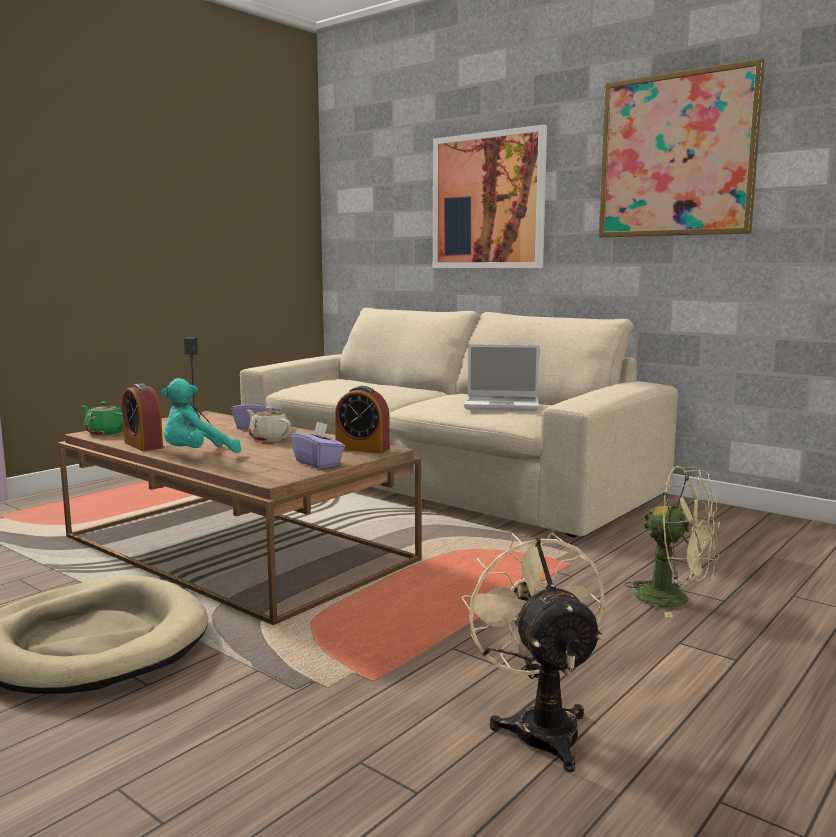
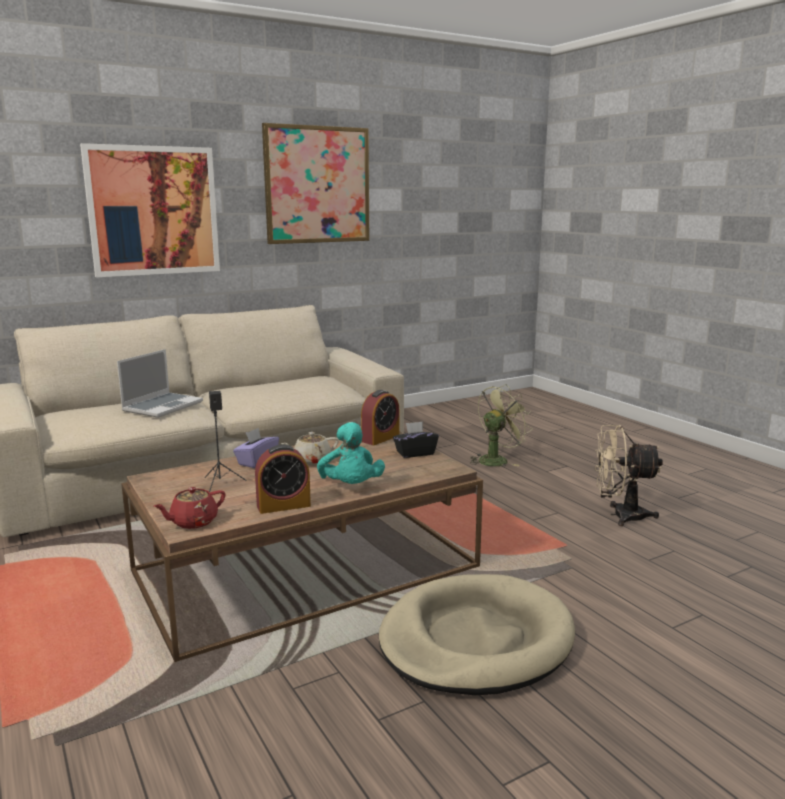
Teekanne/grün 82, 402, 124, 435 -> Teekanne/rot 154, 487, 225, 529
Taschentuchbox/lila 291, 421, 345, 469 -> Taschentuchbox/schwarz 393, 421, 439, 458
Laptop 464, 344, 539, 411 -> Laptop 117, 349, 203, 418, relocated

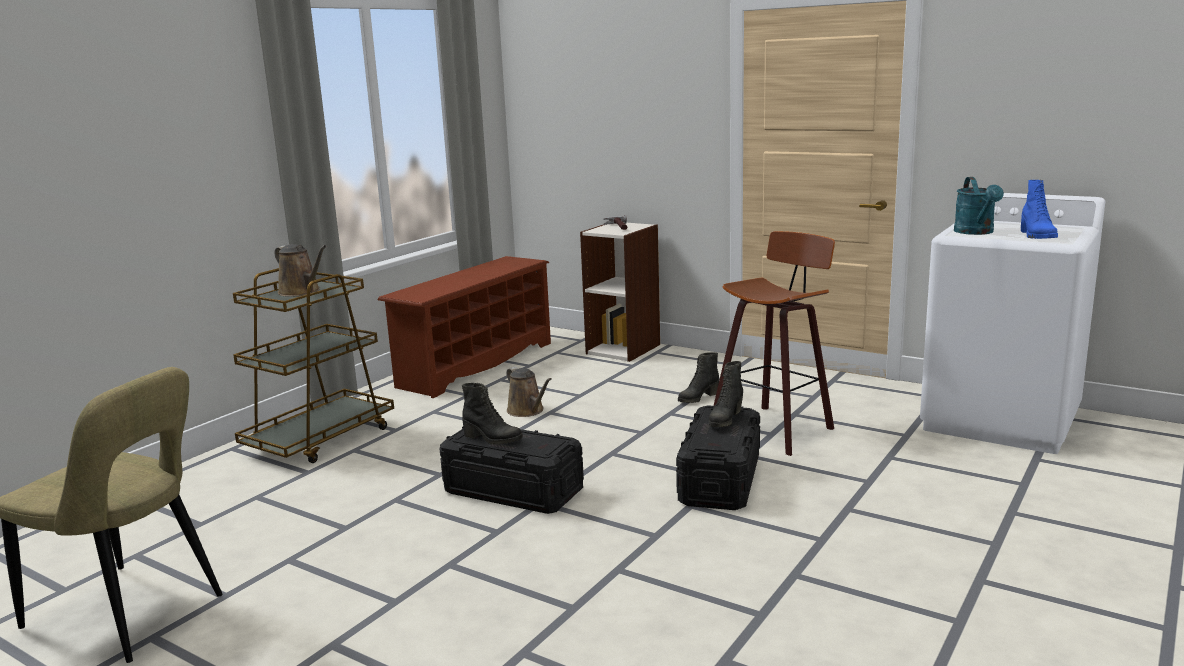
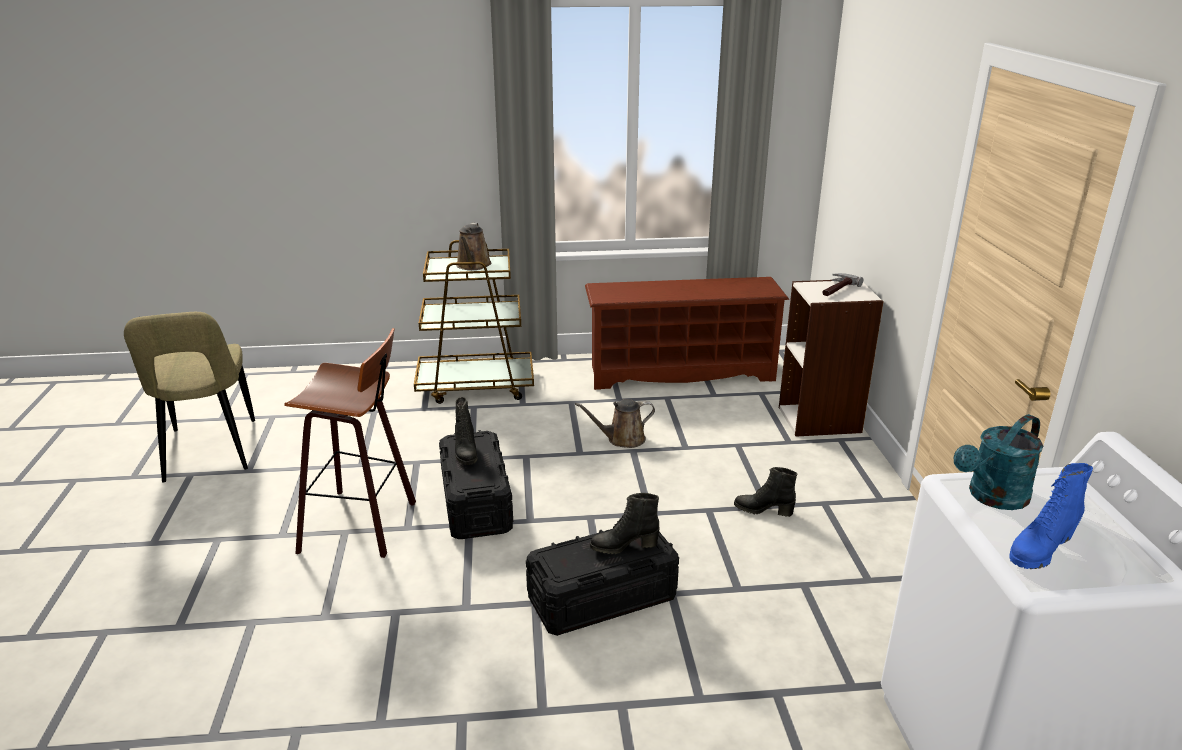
Gießkanne/braun 506, 367, 552, 417 -> Gießkanne/braun 575, 399, 655, 448, 60 degrees clockwise
Hocker 714, 231, 835, 456 -> Hocker 284, 328, 416, 558, relocated

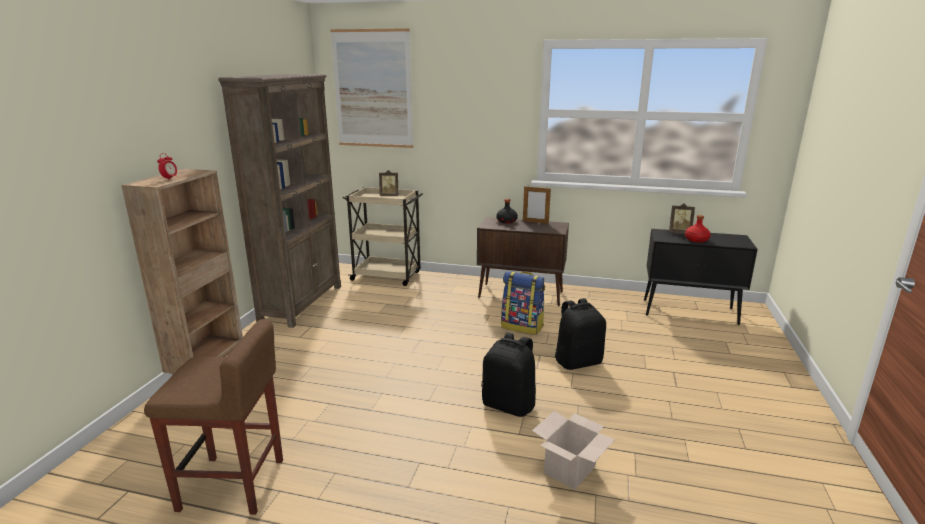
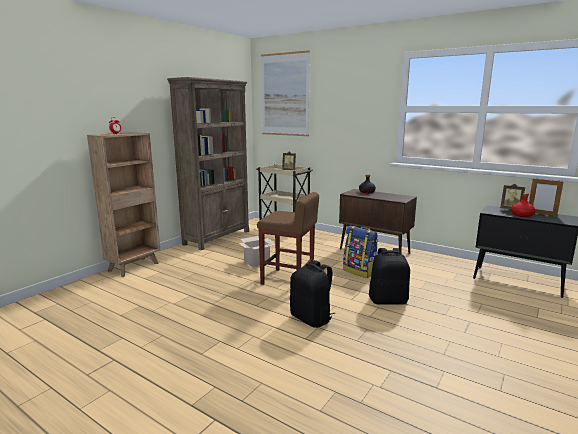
Hocker/braun 144, 319, 283, 515 -> Hocker/braun 257, 192, 319, 285, relocated
Bilderrahmen 523, 186, 551, 224 -> Bilderrahmen 529, 178, 563, 216, relocated
Karton 532, 411, 615, 490 -> Karton 239, 236, 275, 267, relocated

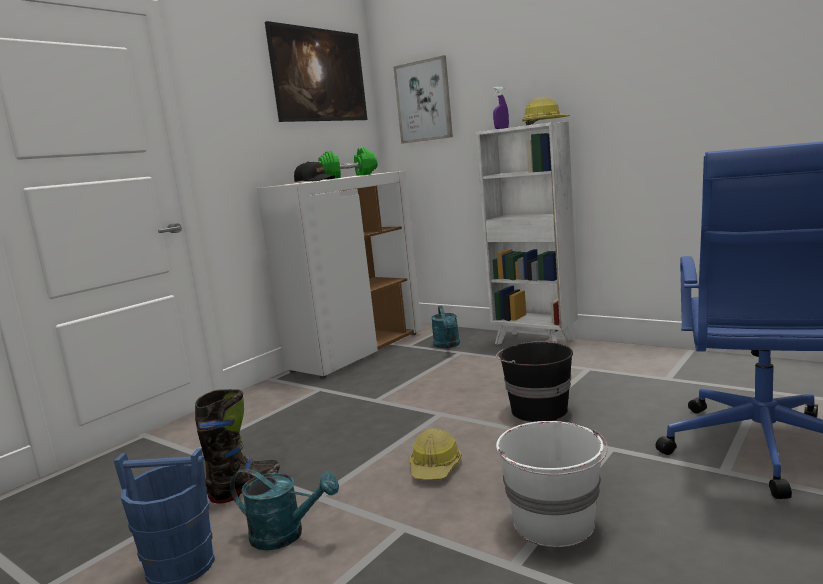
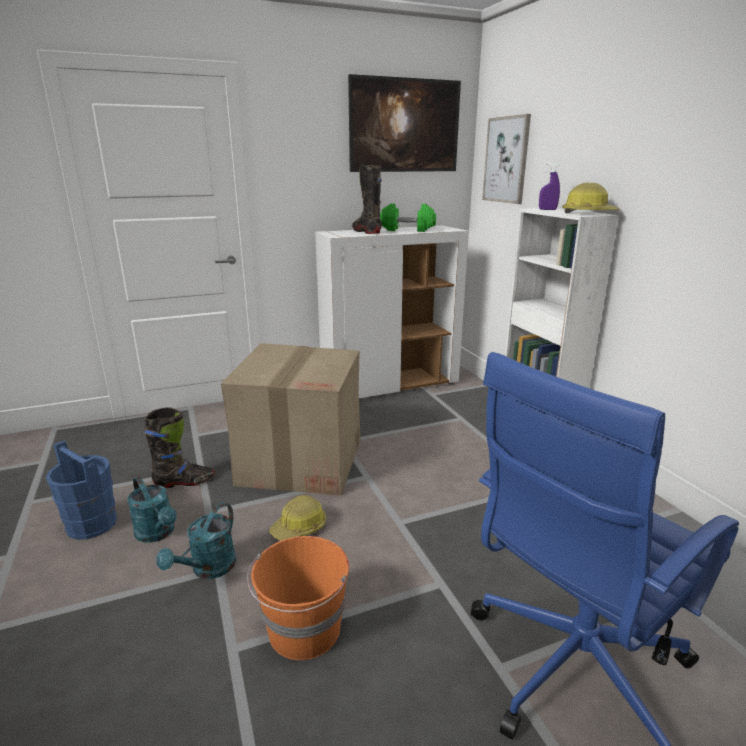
Kappe/schwarz 294, 161, 335, 182 -> Stiefel/schwarz 352, 165, 382, 234
Gießkanne/türkis 431, 306, 460, 348 -> Gießkanne/türkis 156, 503, 236, 579, relocated
Eimer/schwarz 496, 341, 573, 422 -> none
Eimer/weiß 496, 421, 608, 547 -> Eimer/orange 247, 536, 349, 660
none -> Karton 221, 343, 360, 496

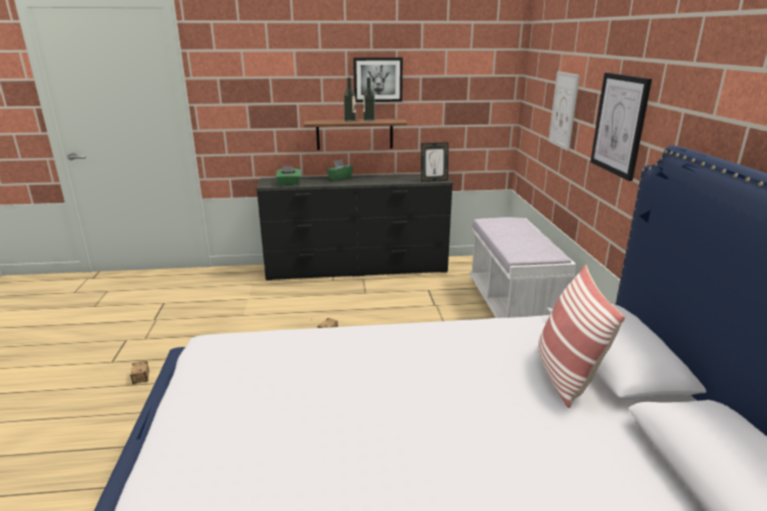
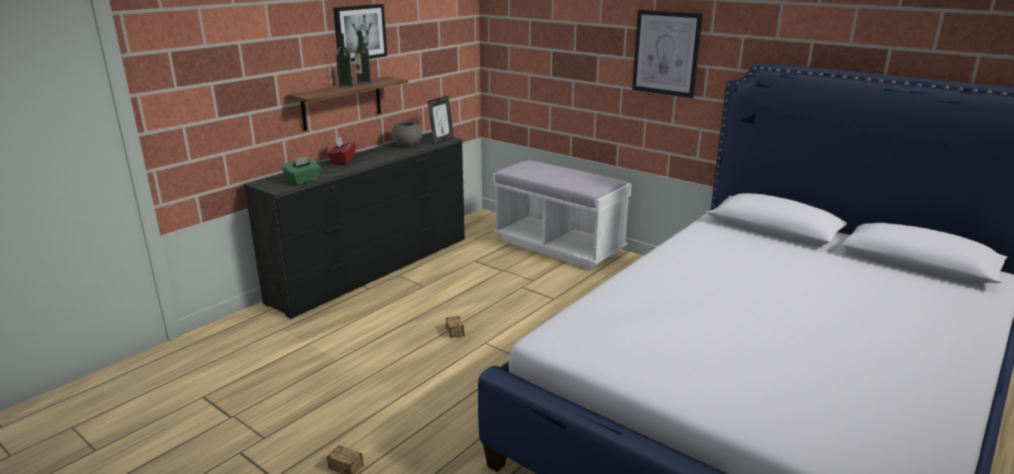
Taschentuchbox/grün 326, 159, 353, 181 -> Taschentuchbox/rot 328, 137, 356, 165
Kissen 538, 265, 625, 408 -> none
Bild 548, 71, 580, 151 -> none
none -> Schüssel/grau 392, 122, 422, 146

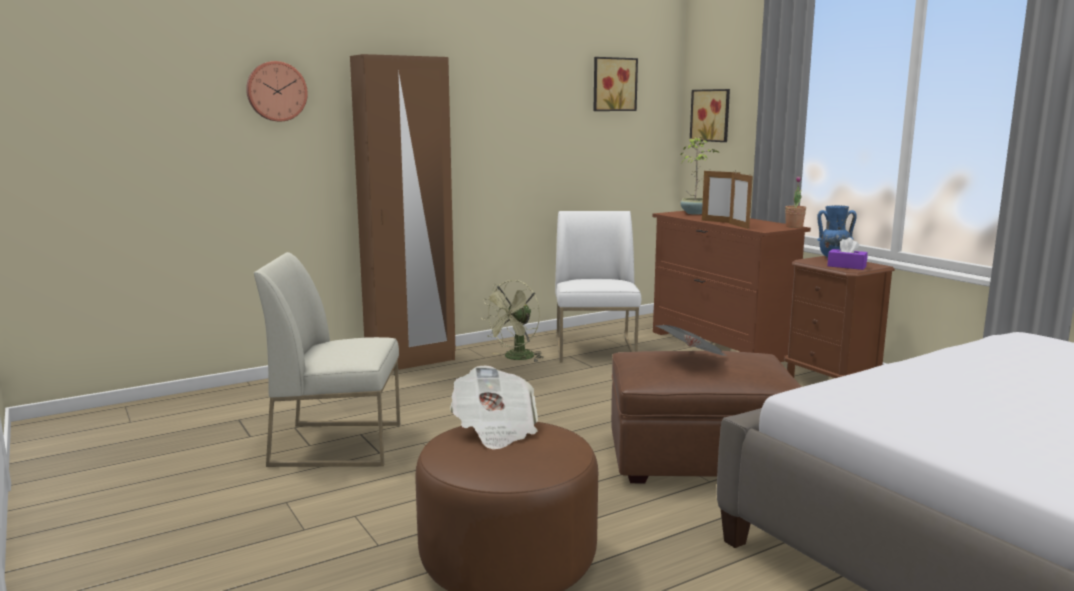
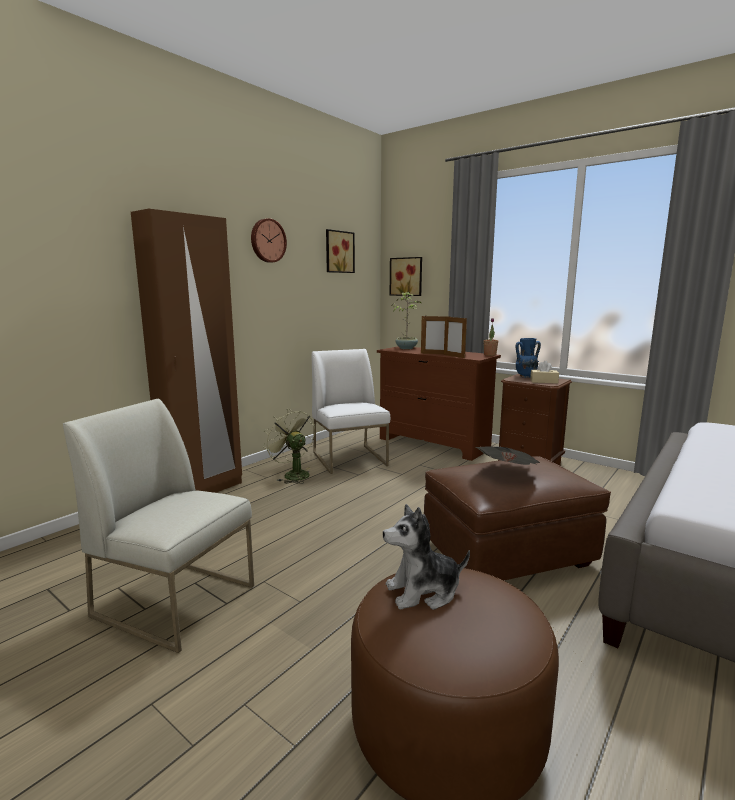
Wanduhr 246, 61, 308, 122 -> Wanduhr 251, 218, 287, 263, relocated
Stuhl/weiß 254, 252, 400, 467 -> Stuhl/weiß 63, 399, 254, 653, 45 degrees clockwise
Zeitung 450, 366, 538, 450 -> Plüschtier 383, 504, 470, 610
Ventilator/grün 482, 280, 544, 362 -> Ventilator/grün 263, 409, 315, 484, 120 degrees clockwise
Taschentuchbox/lila 827, 237, 868, 270 -> Taschentuchbox/beige 530, 361, 559, 384

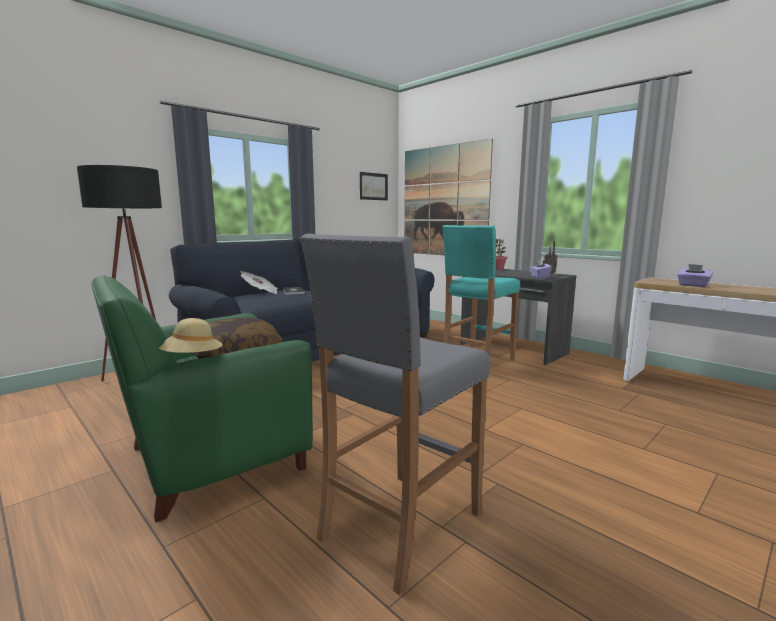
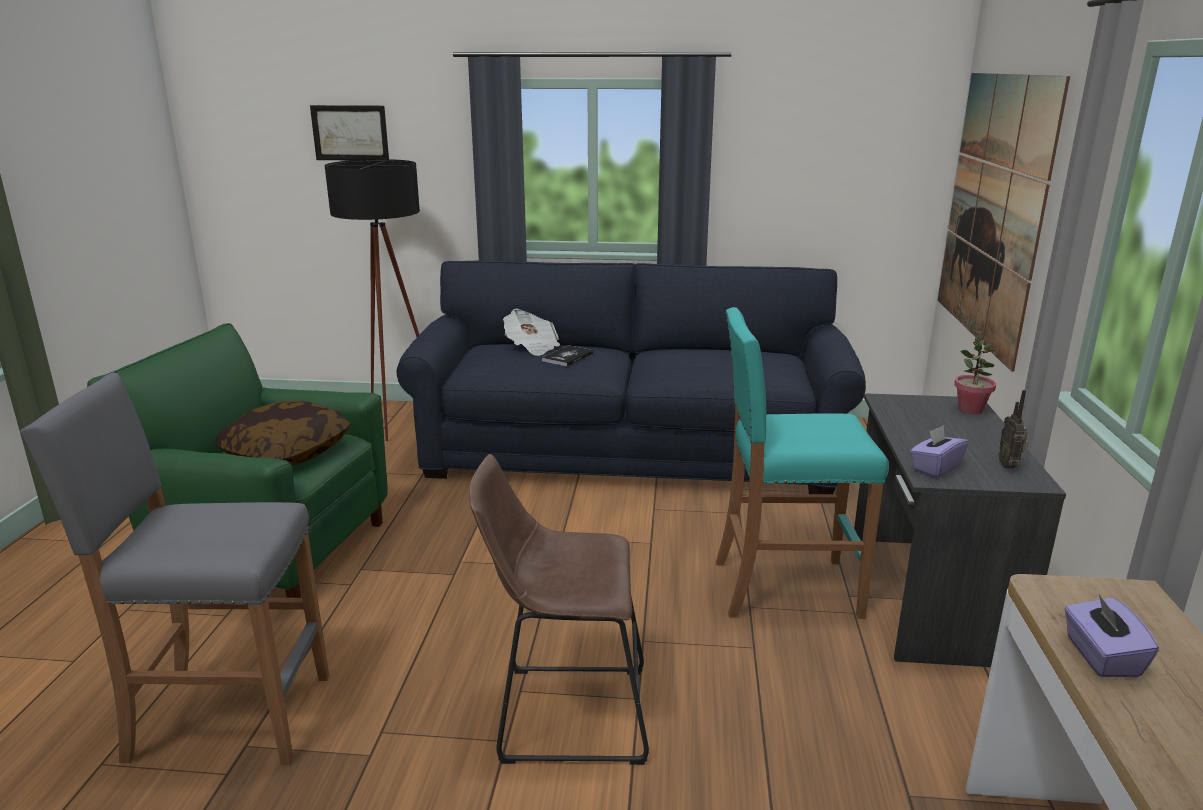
Hut/beige 159, 318, 223, 353 -> none
Bild 360, 172, 388, 200 -> Bild 310, 105, 389, 160, relocated
none -> Hocker/braun 469, 454, 649, 765

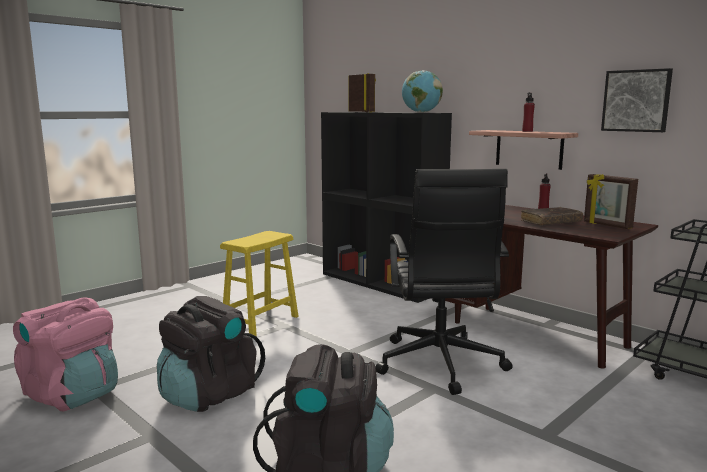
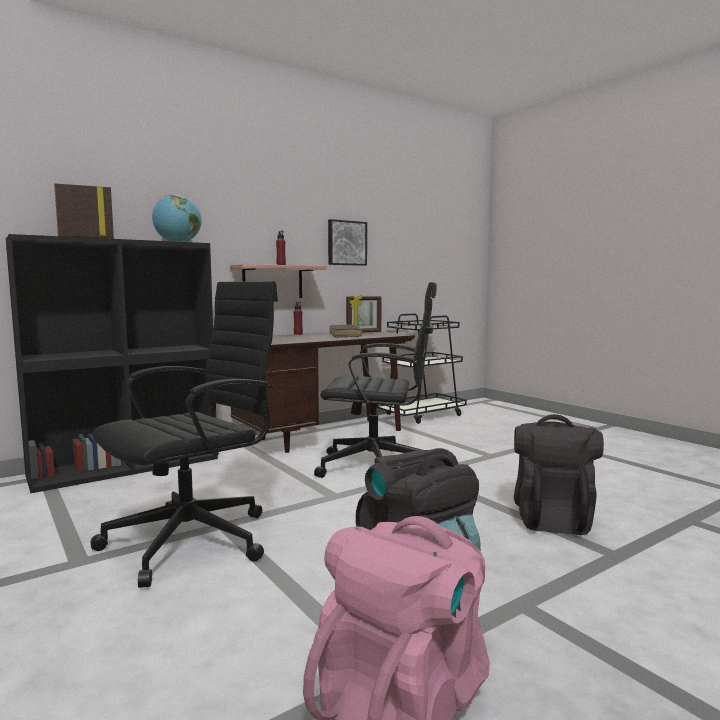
Hocker/gelb 220, 231, 298, 336 -> Bürostuhl/schwarz 91, 281, 278, 588

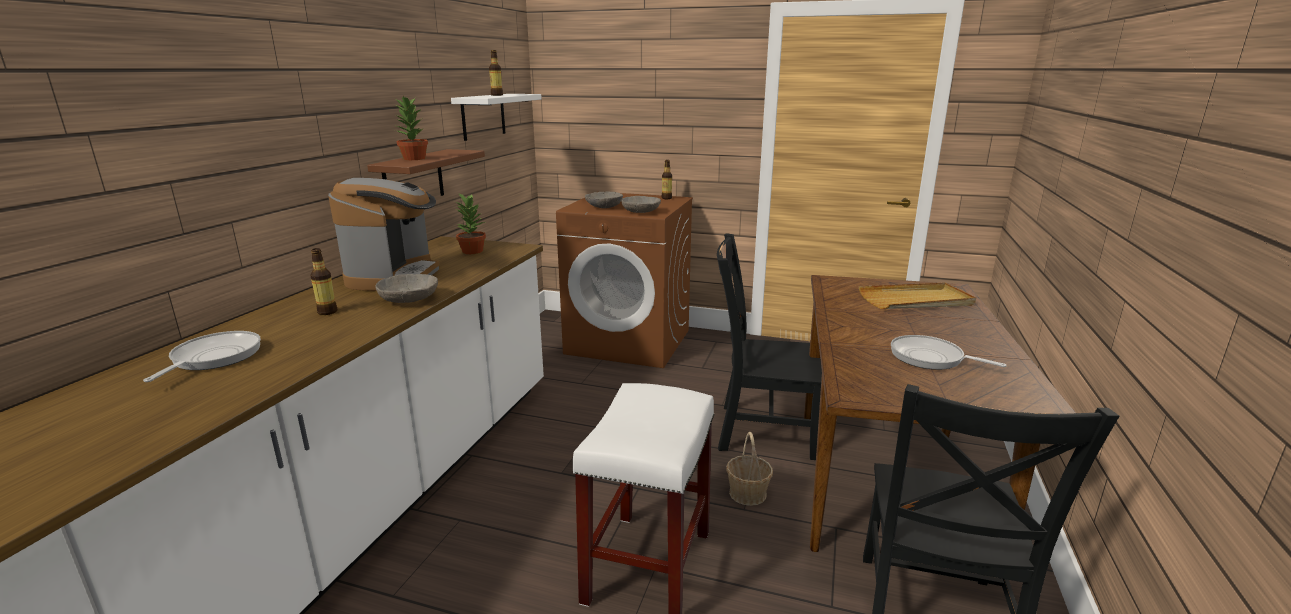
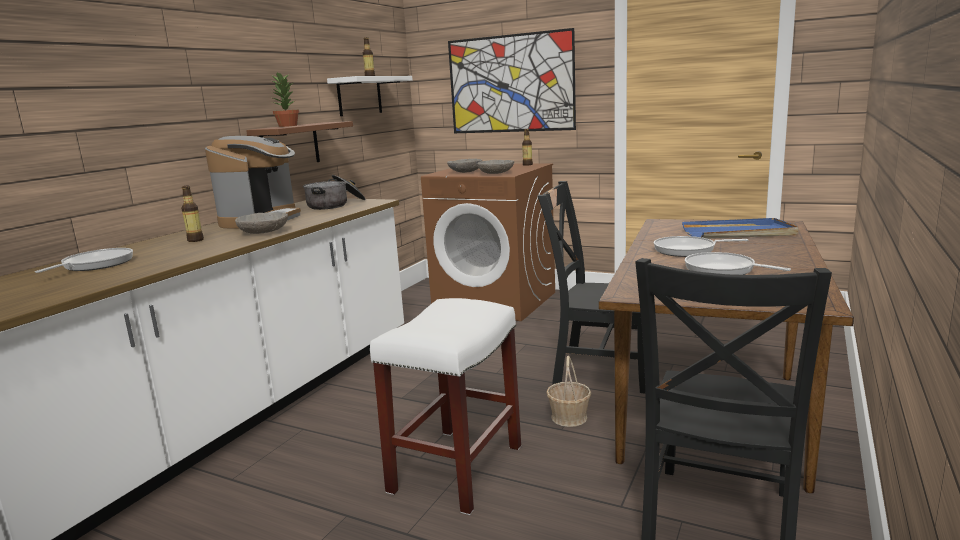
Topfpflanze 456, 194, 486, 254 -> Kochtopf 303, 175, 366, 210
Tablett/beige 859, 283, 976, 309 -> Tablett/blau 682, 218, 799, 239
none -> Bild 448, 28, 576, 133
none -> Pfanne 654, 236, 748, 257

